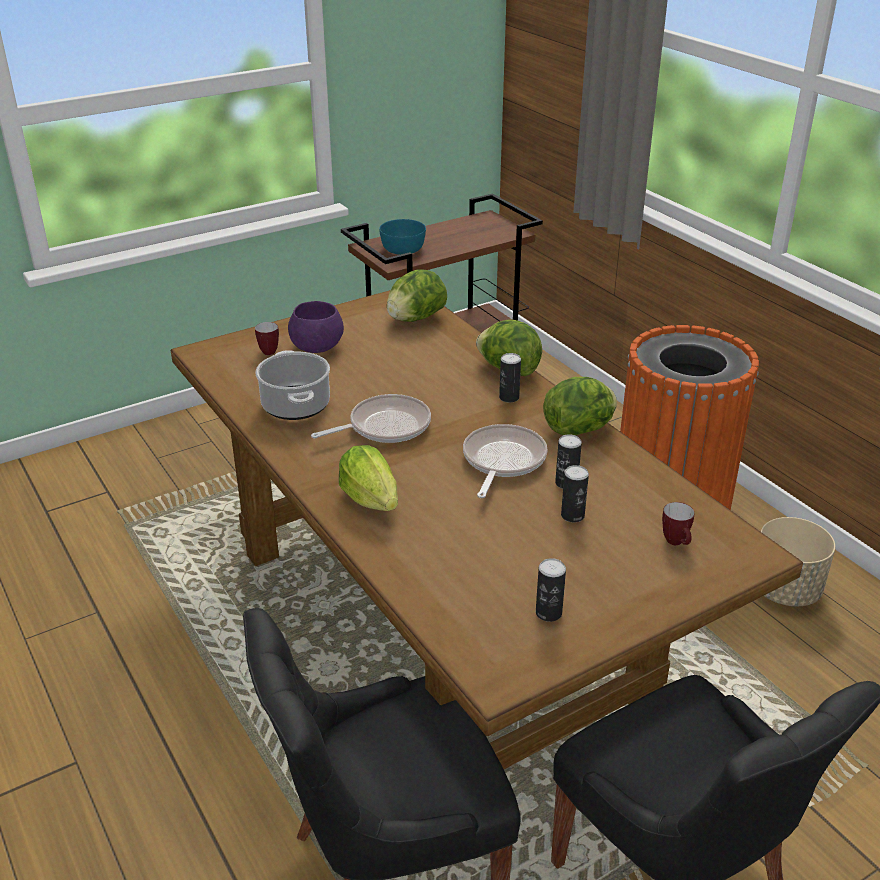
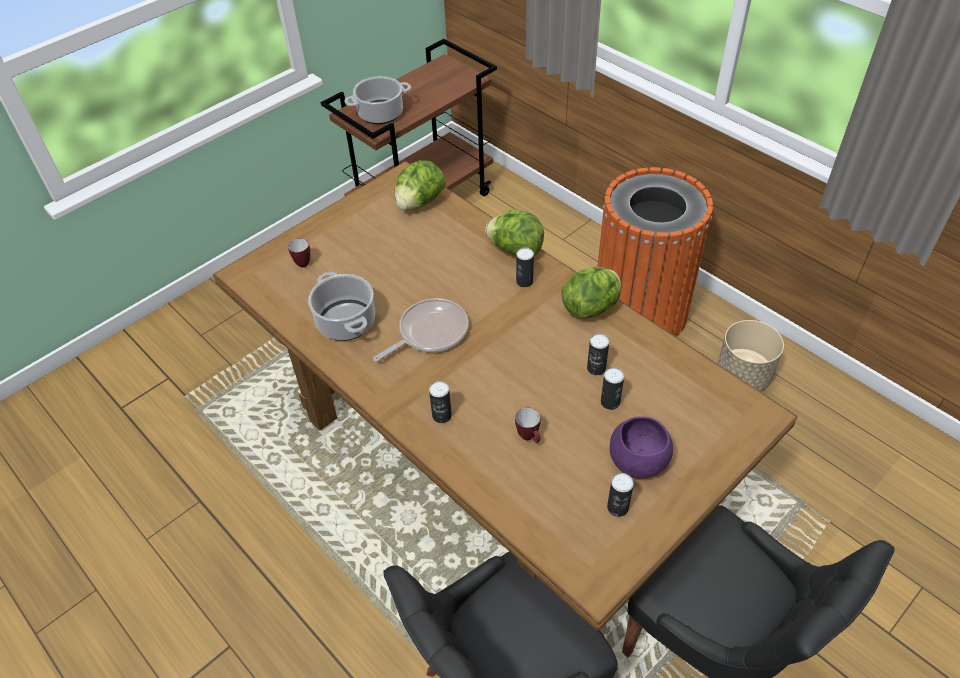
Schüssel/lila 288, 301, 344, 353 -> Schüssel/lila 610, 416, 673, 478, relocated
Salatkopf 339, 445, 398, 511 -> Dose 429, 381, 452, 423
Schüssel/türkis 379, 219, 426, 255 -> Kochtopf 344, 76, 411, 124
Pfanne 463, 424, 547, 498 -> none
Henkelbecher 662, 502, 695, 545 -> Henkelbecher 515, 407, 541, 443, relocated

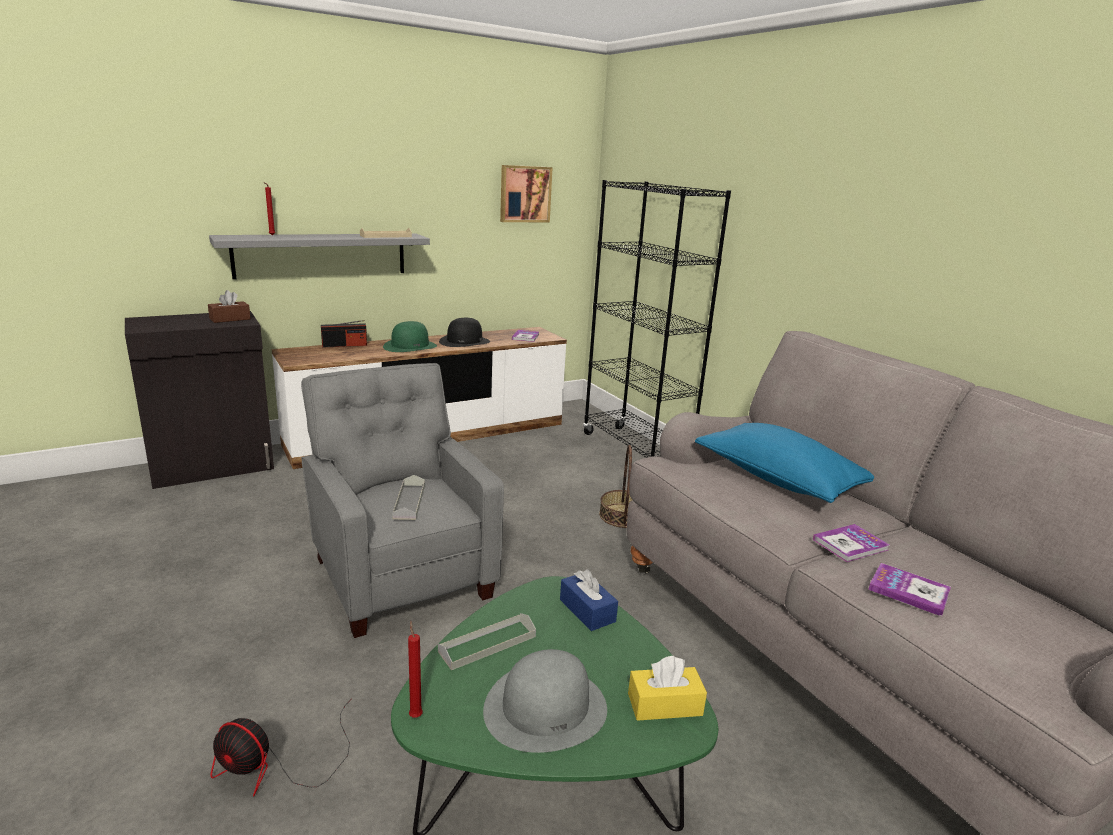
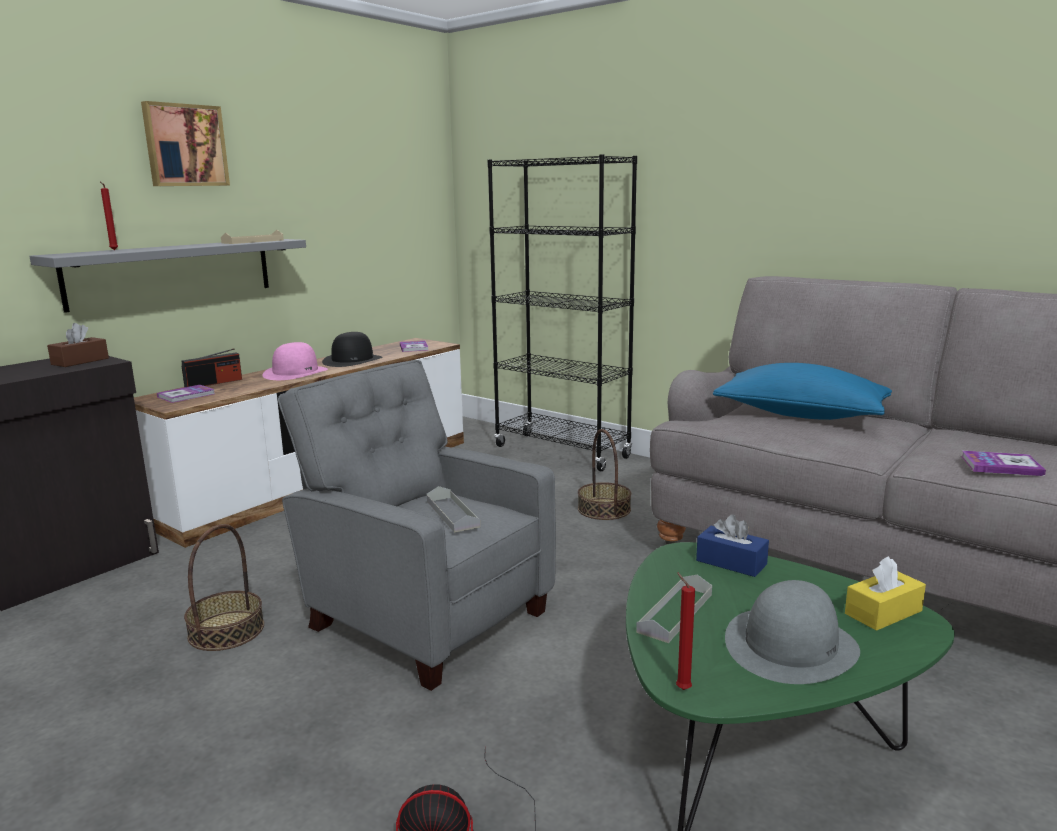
Hut/grün 383, 321, 437, 352 -> Hut/rosa 262, 342, 328, 380
Bild 500, 165, 553, 222 -> Bild 141, 101, 230, 186, relocated
Buch 813, 524, 889, 562 -> Buch 157, 385, 215, 403, relocated
none -> Korb 184, 524, 264, 651

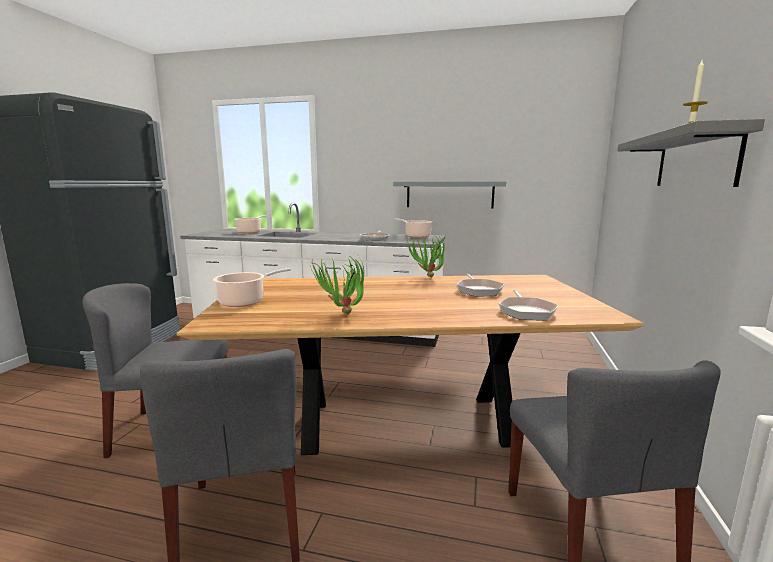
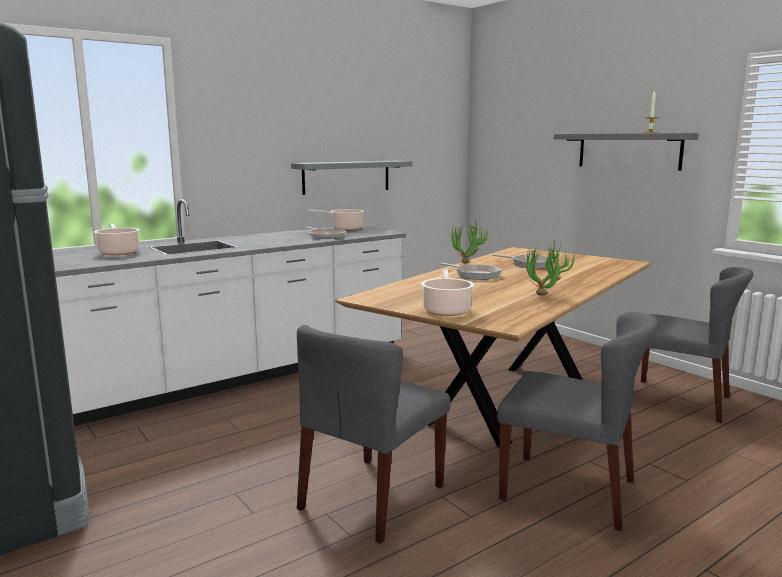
Pfanne 499, 290, 558, 320 -> Pfanne 440, 263, 502, 280, relocated

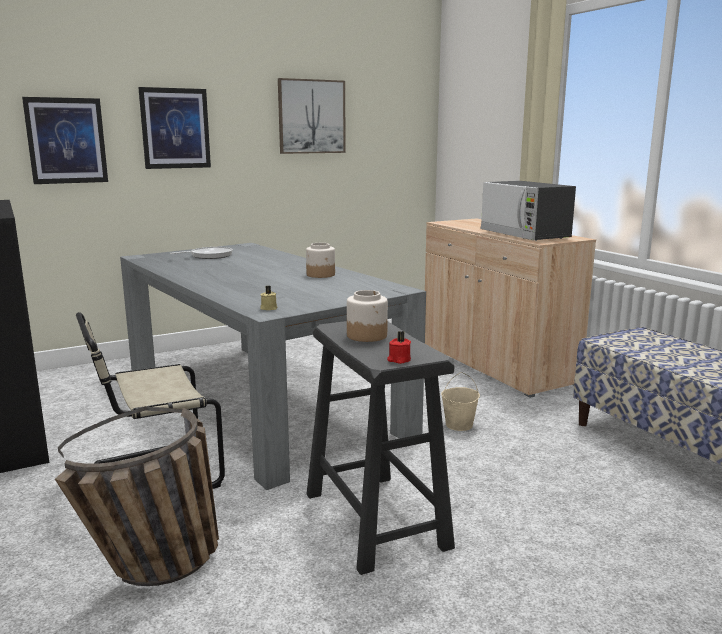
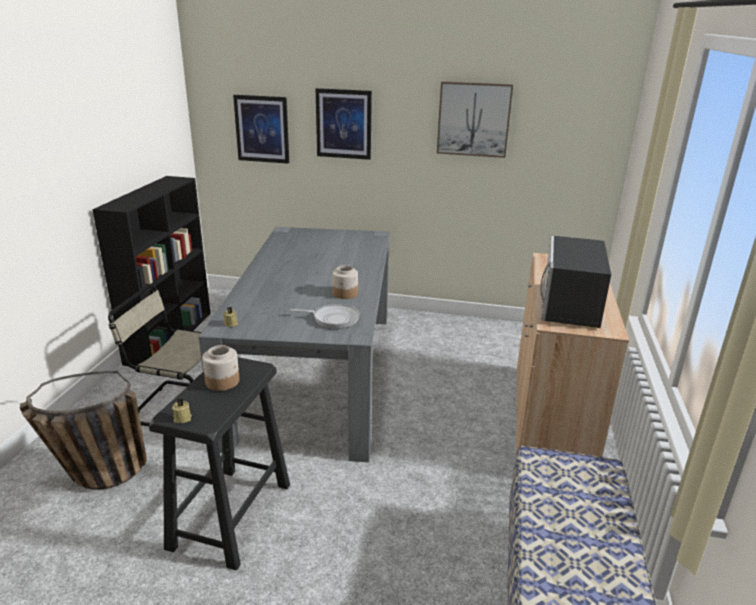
Pfanne 170, 247, 233, 259 -> Pfanne 290, 304, 359, 329, relocated
Kerze/rot 387, 331, 411, 364 -> Kerze/beige 172, 398, 192, 423
Eimer/beige 441, 372, 480, 431 -> none

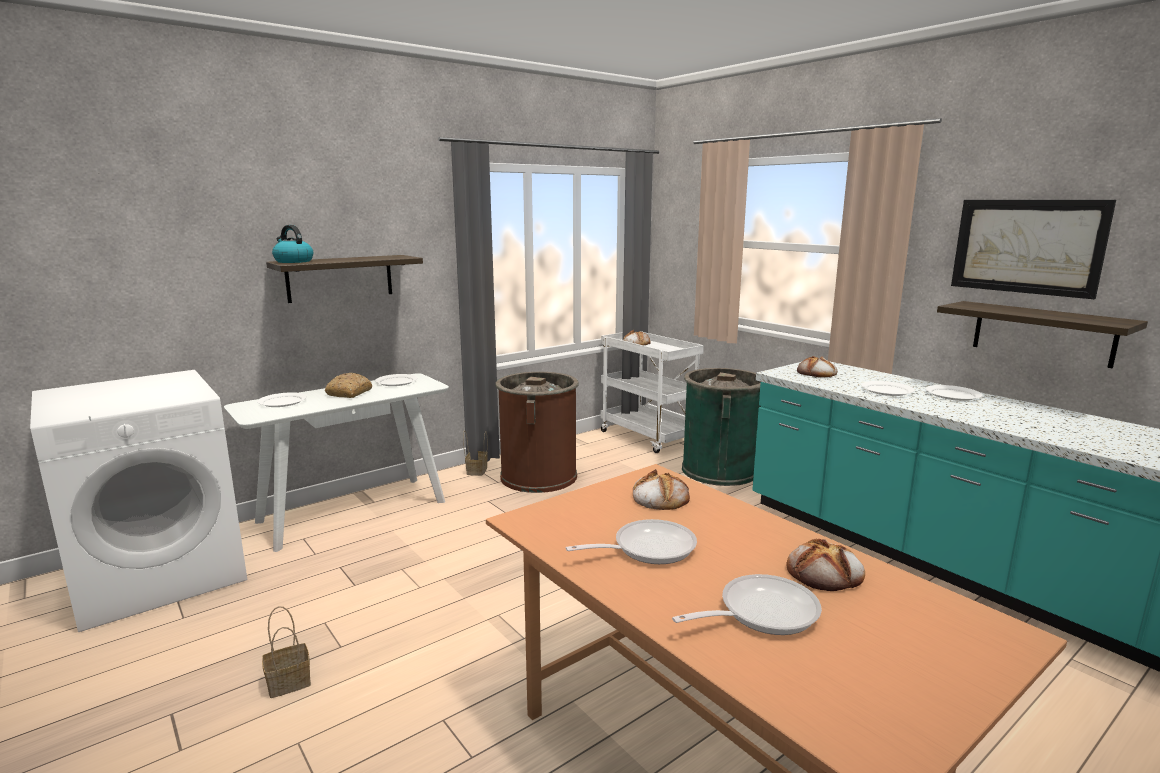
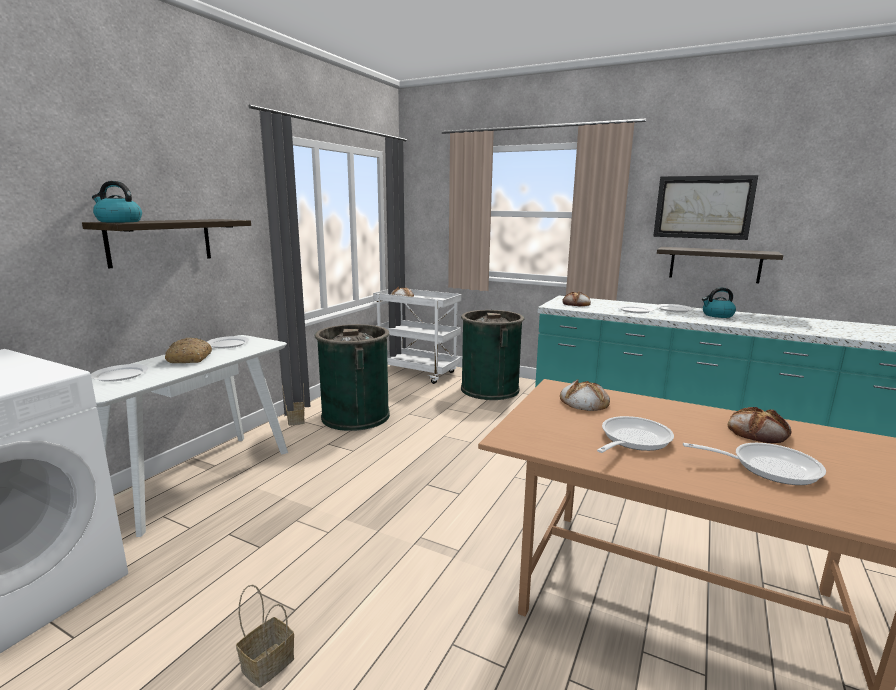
Mülleimer/braun 495, 372, 579, 493 -> Mülleimer/grün 314, 324, 390, 431
Pfanne 672, 574, 822, 635 -> Pfanne 683, 443, 826, 485, 60 degrees clockwise
none -> Wasserkessel 702, 287, 736, 318

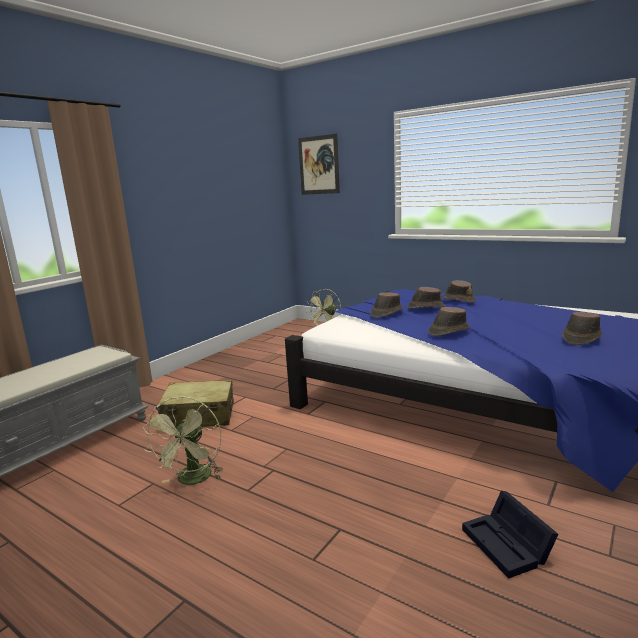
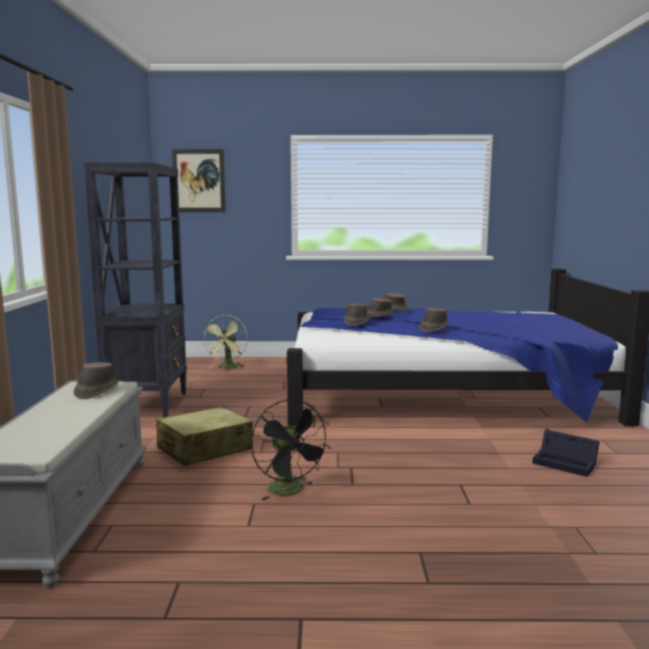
Ventilator/grün 142, 396, 223, 485 -> Ventilator/schwarz 251, 399, 331, 500
Hut/braun 562, 312, 602, 345 -> Hut/braun 74, 362, 118, 399, relocated
none -> Bücherregal/schwarz 84, 163, 187, 418

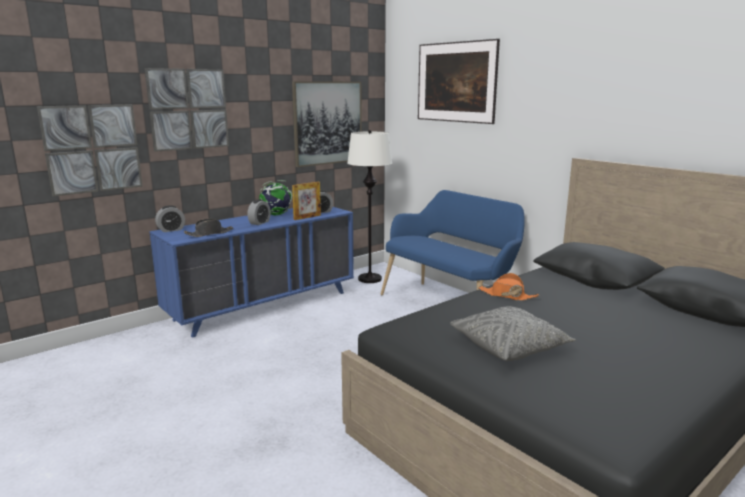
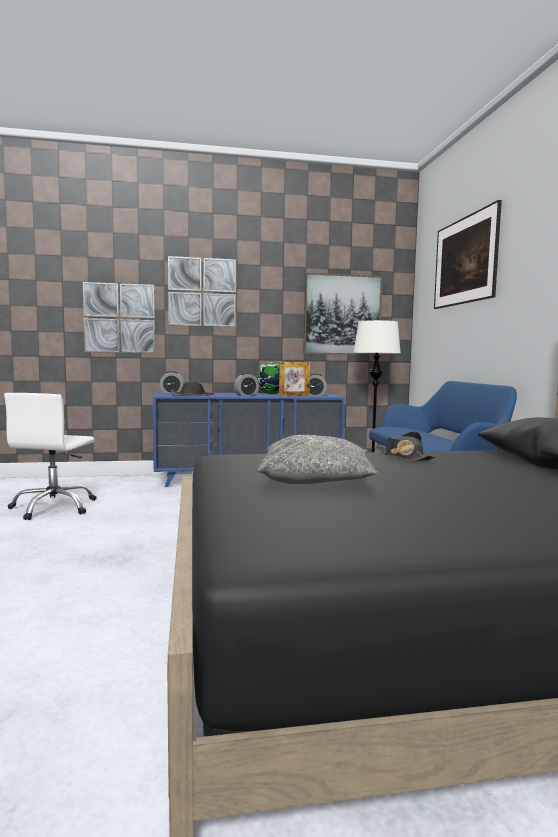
Hut/orange 478, 273, 540, 301 -> Hut/schwarz 376, 431, 437, 461
none -> Bürostuhl/weiß 4, 393, 97, 520

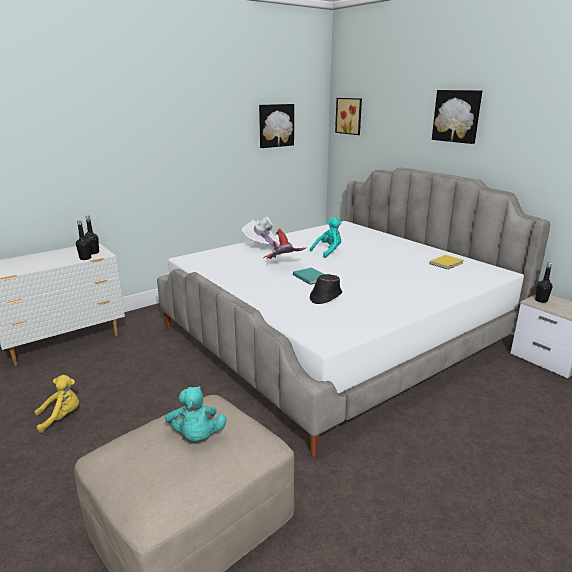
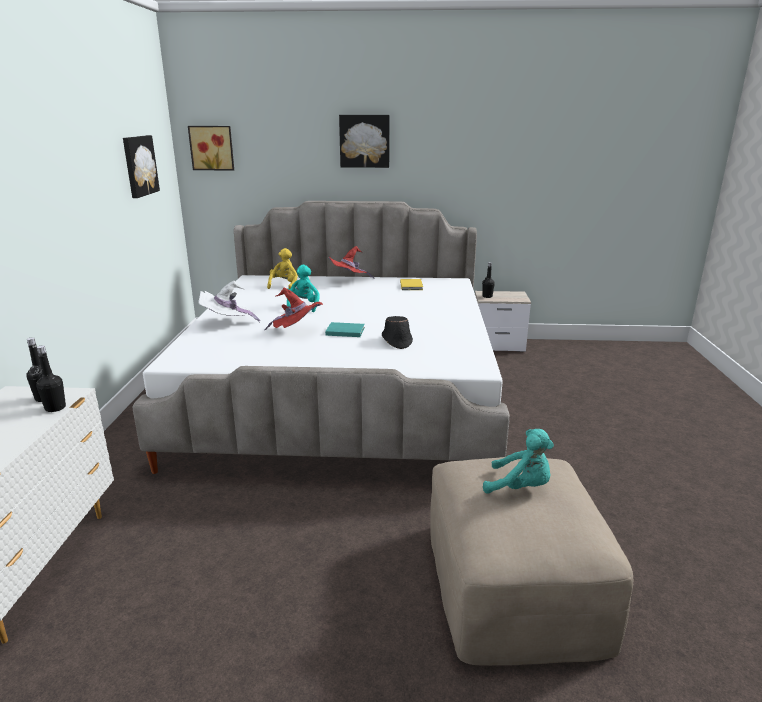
Plüschtier/gelb 35, 375, 79, 433 -> Plüschtier/gelb 267, 248, 298, 289, relocated
none -> Hut/rot 329, 246, 375, 279

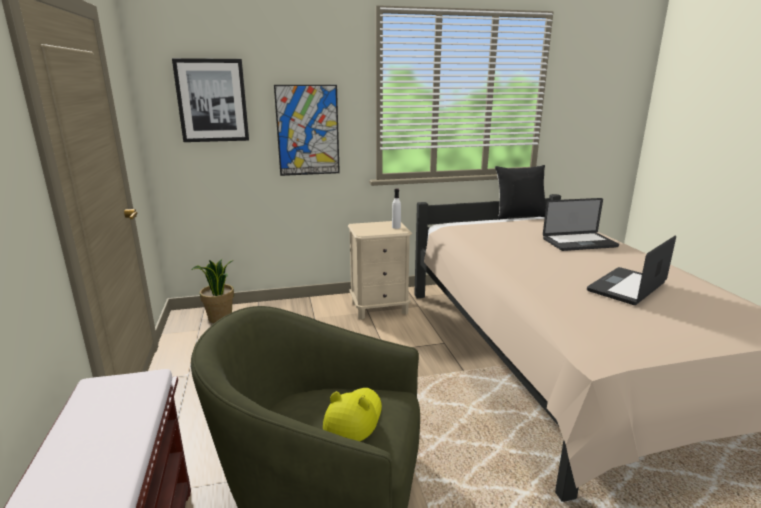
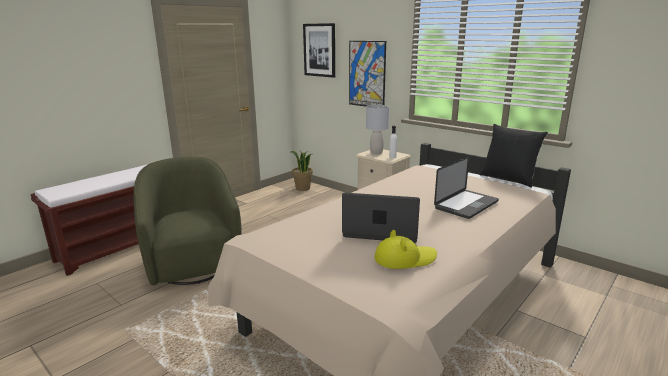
Hut/gelb 323, 388, 382, 441 -> Hut/gelb 374, 230, 437, 269, relocated
Laptop 543, 198, 619, 251 -> Laptop 434, 156, 499, 219, 90 degrees counterclockwise
none -> Tischlampe/grau 366, 105, 389, 154

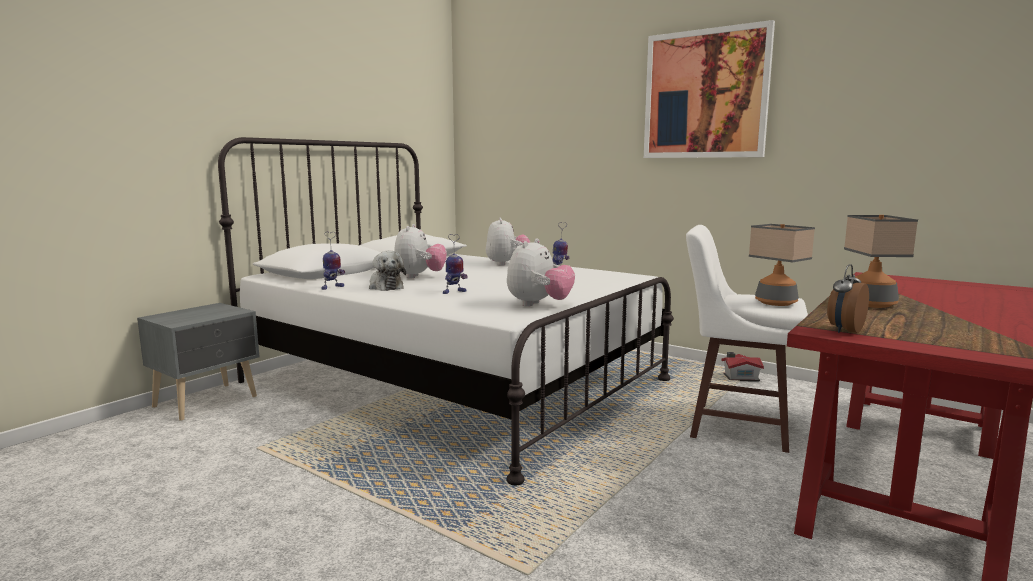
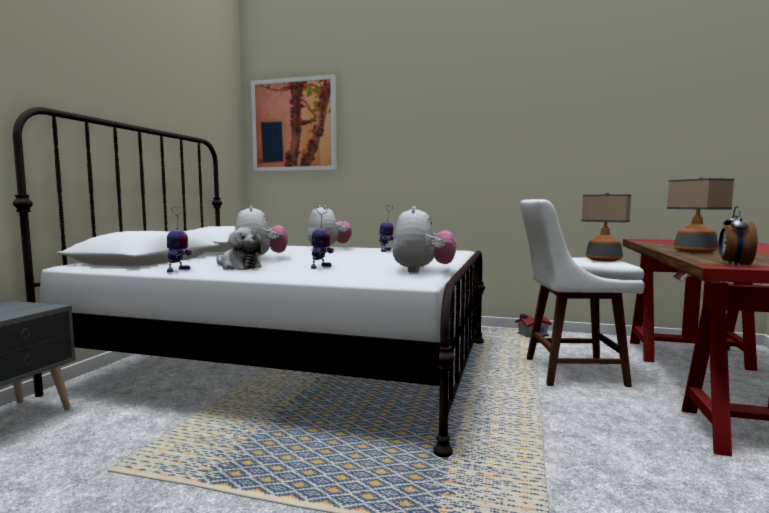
Bild 644, 20, 775, 158 -> Bild 251, 74, 337, 172, relocated

